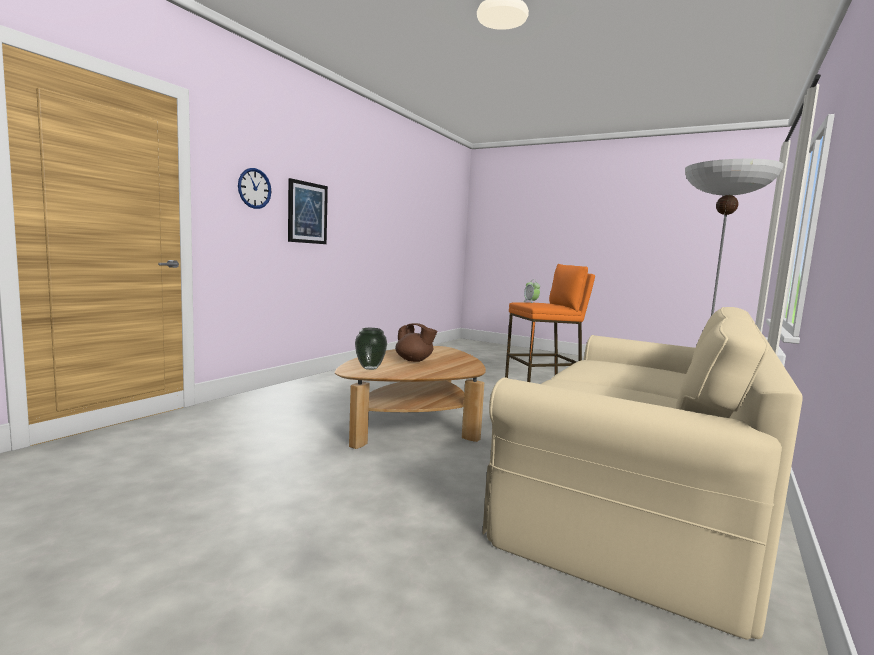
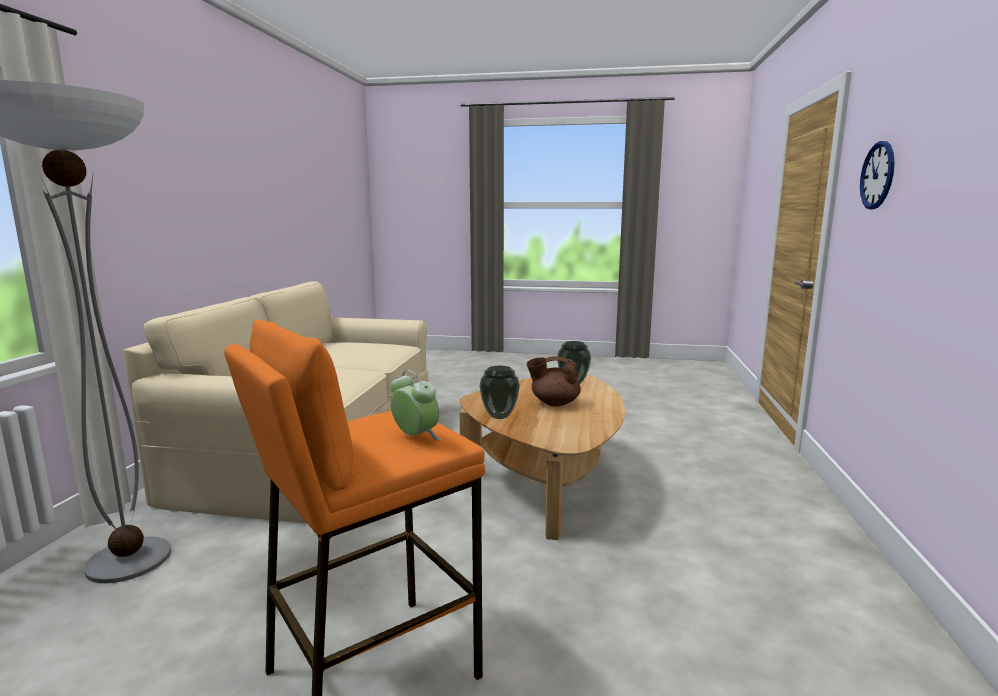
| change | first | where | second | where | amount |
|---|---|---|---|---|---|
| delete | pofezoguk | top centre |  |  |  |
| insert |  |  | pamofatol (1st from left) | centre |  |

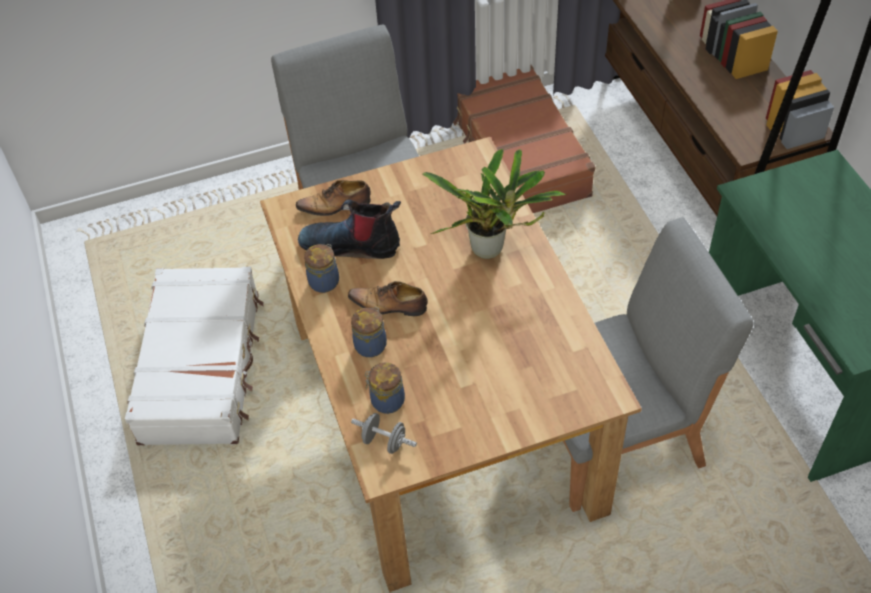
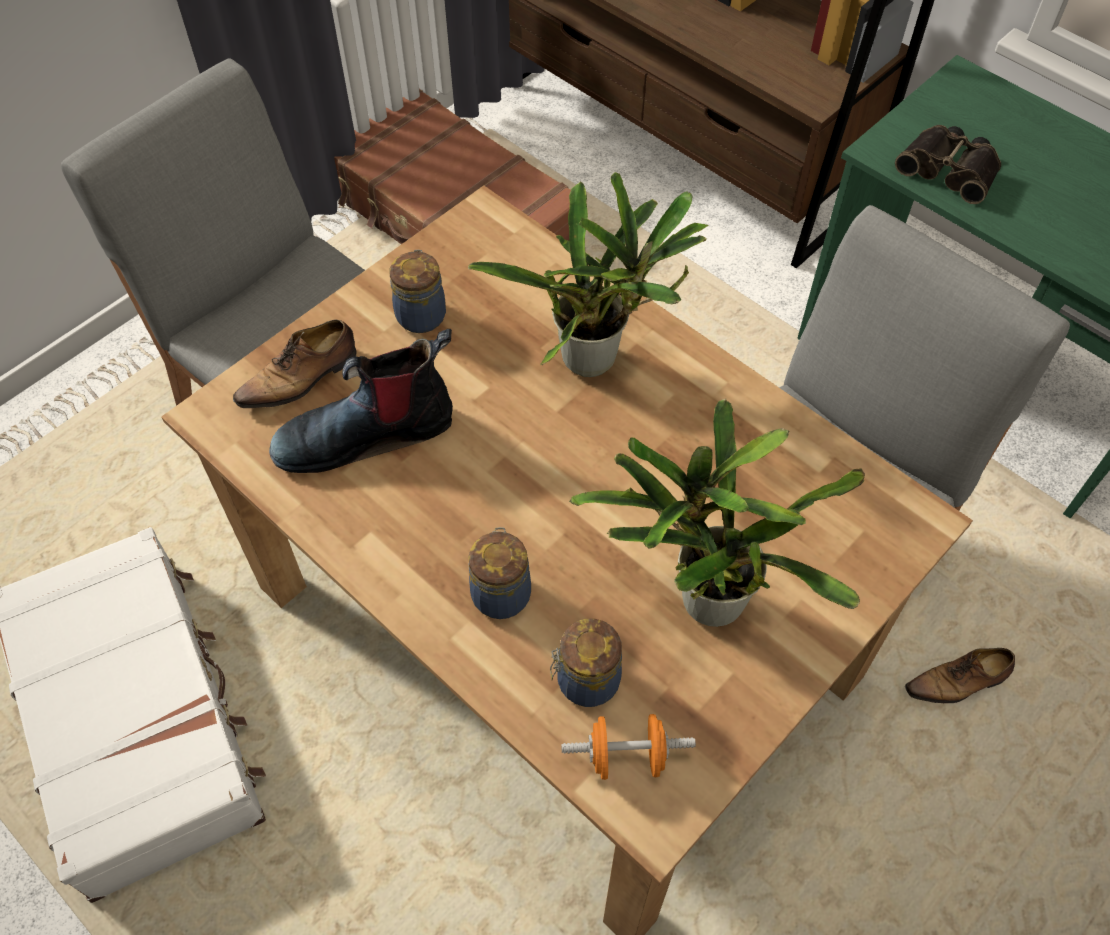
| change | first | where | second | where | amount |
|---|---|---|---|---|---|
| insert |  |  | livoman (2nd from left) | centre |  |
| insert |  |  | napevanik | top right |  |
| move | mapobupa (1st from left) | centre |  | top centre |  |
| move | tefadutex (2nd from left) | centre |  | bottom right |  |
| recolor | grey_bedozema | bottom centre | orange_bedozema | bottom centre |  |

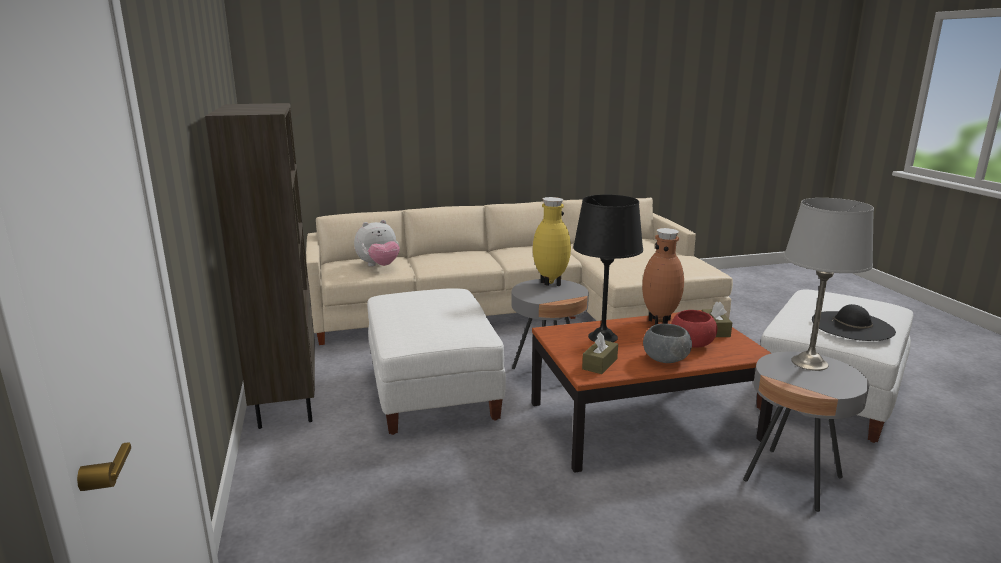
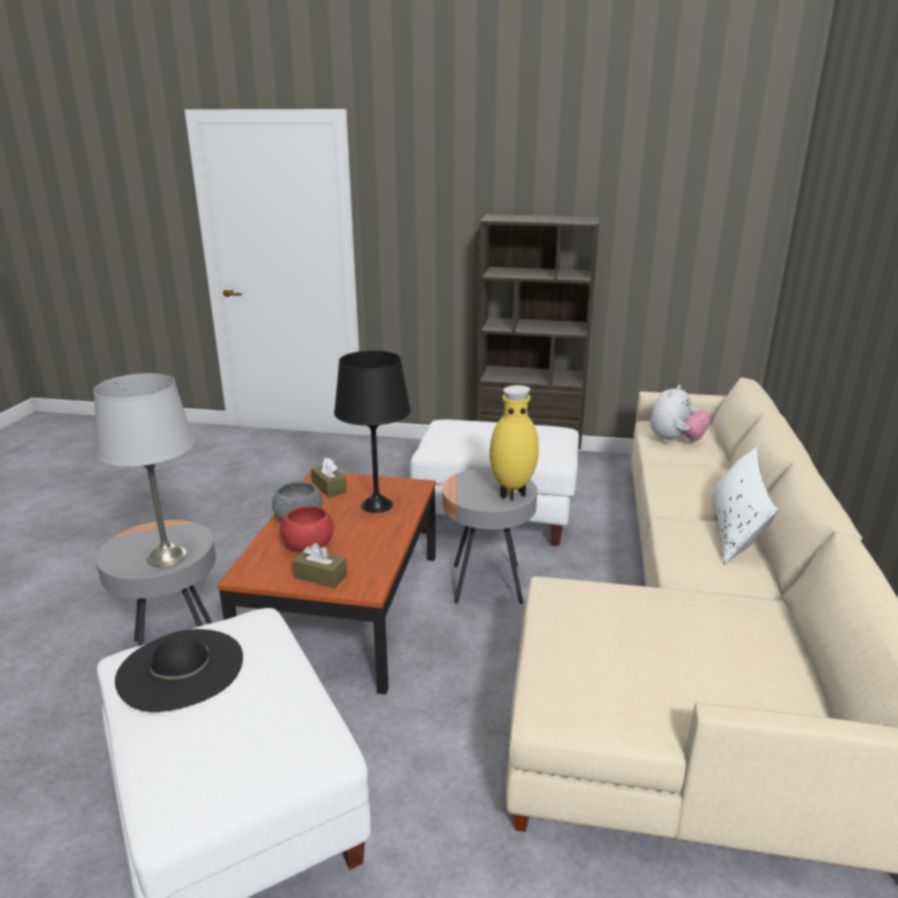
| change | first | where | second | where | amount |
|---|---|---|---|---|---|
| delete | brown_pamofatol | centre |  |  |  |
| insert |  |  | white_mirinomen | middle right |  |
| rotate | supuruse | centre |  | middle right | 135 degrees counterclockwise |

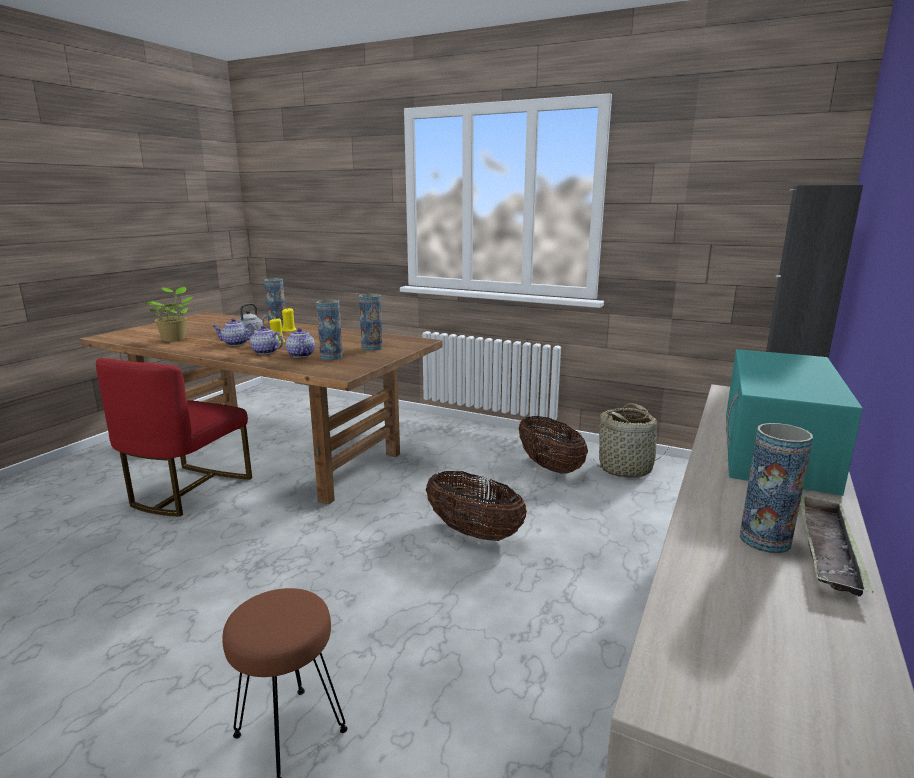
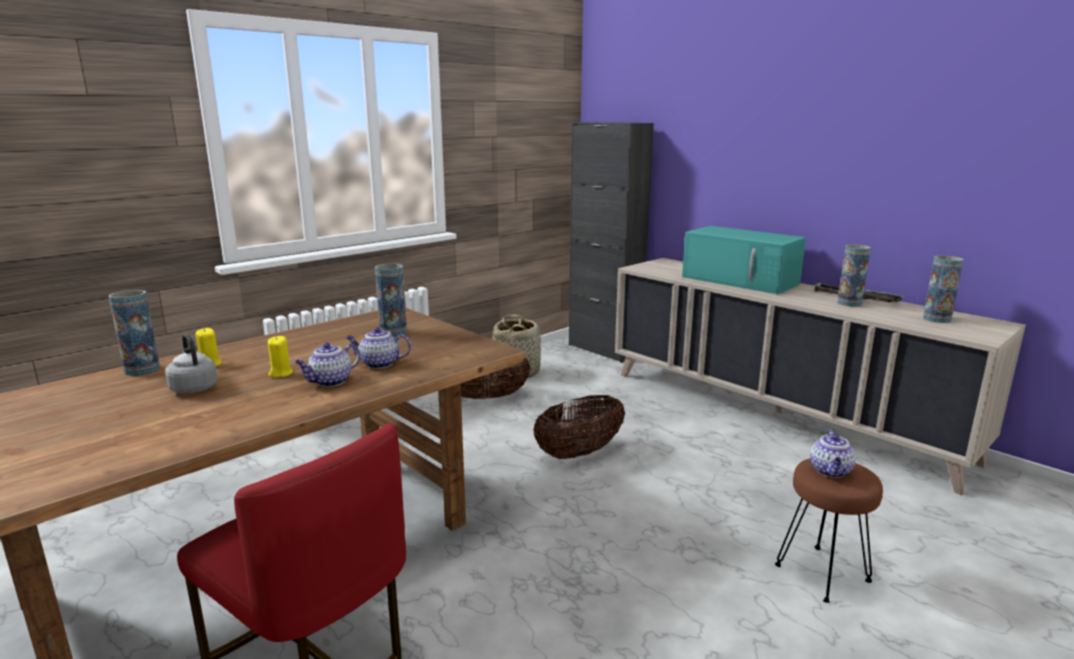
| change | first | where | second | where | amount |
|---|---|---|---|---|---|
| delete | livoman | middle left |  |  |  |
| move | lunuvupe (1st from left in the first image) | middle left | lunuvupe (3rd from left) | bottom right |  |
| move | pamofatol (2nd from left in the first image) | centre | pamofatol (4th from left) | middle right |  |

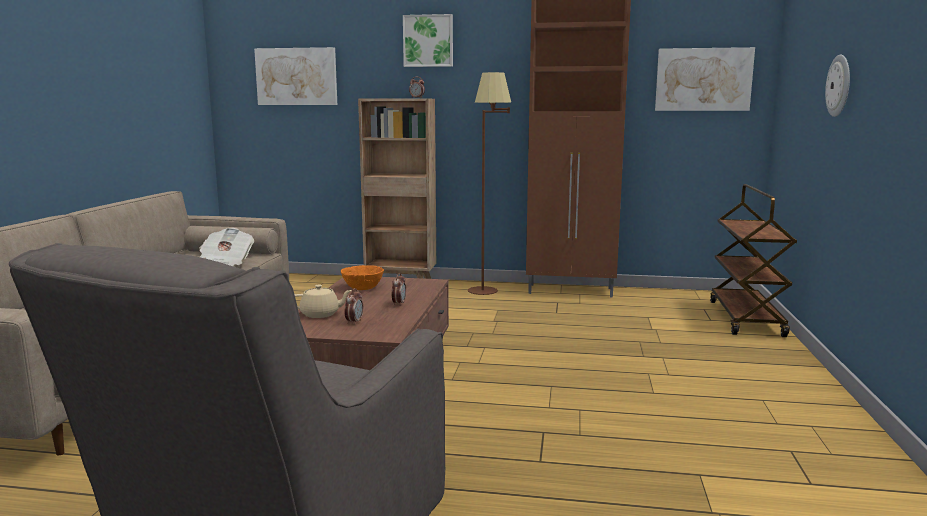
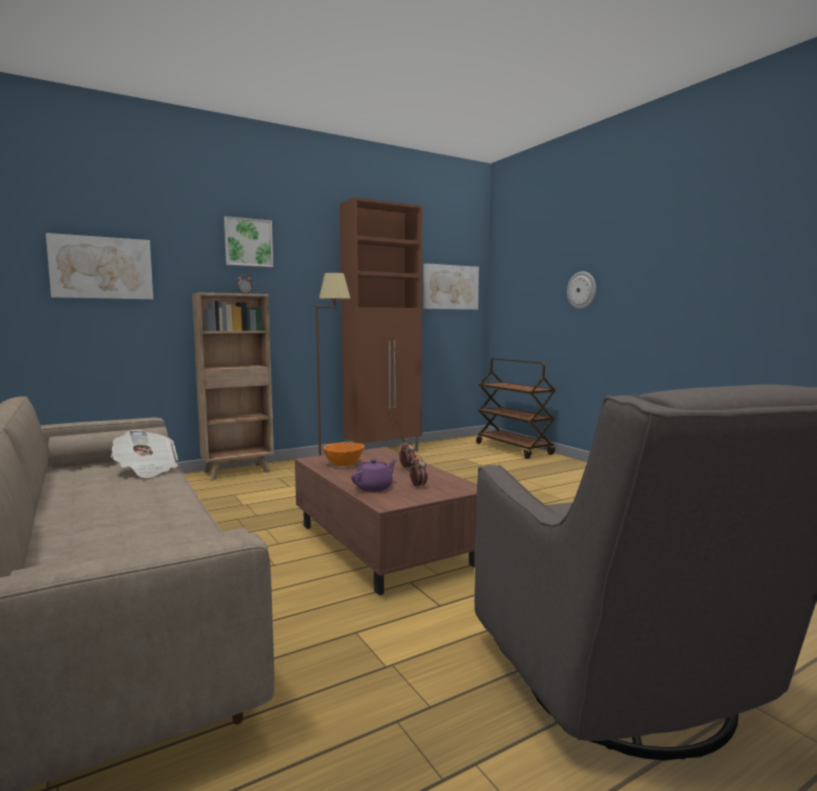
| change | first | where | second | where | amount |
|---|---|---|---|---|---|
| recolor | beige_lunuvupe | centre | purple_lunuvupe | centre |  |

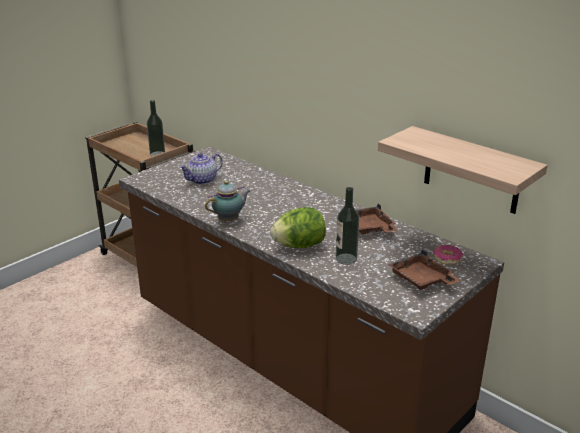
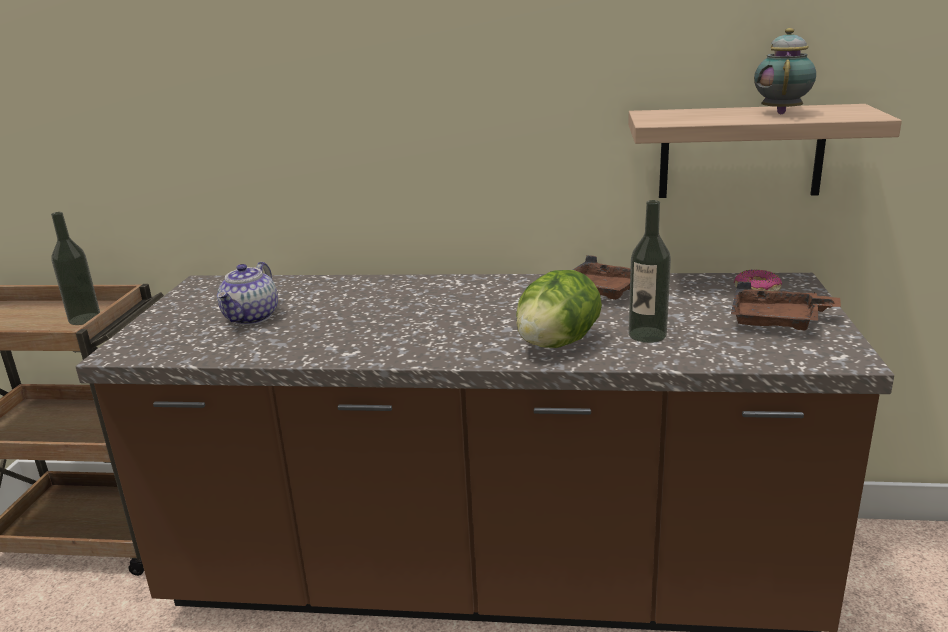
| change | first | where | second | where | amount |
|---|---|---|---|---|---|
| move | lunuvupe (2nd from left) | centre |  | top right |  |

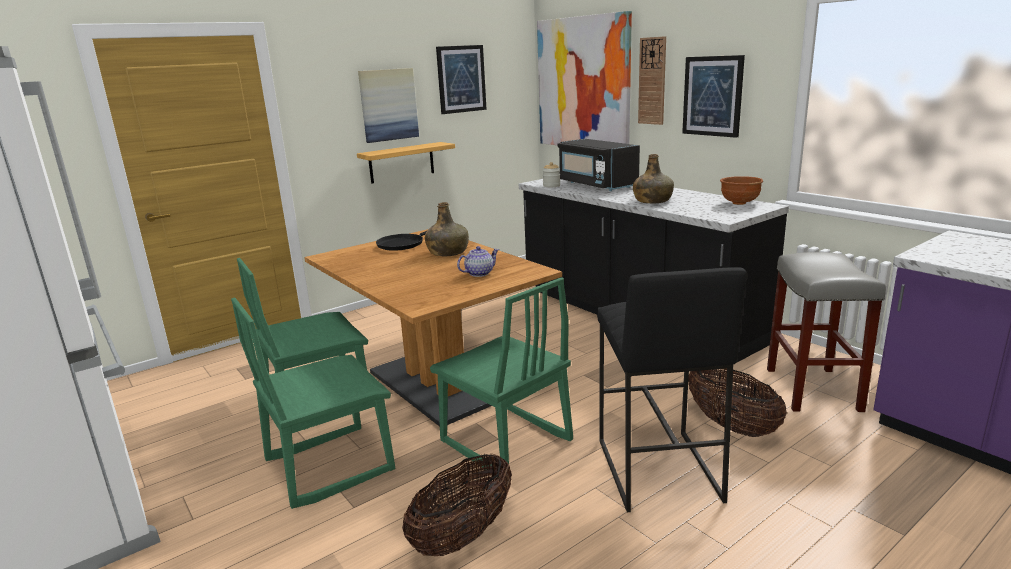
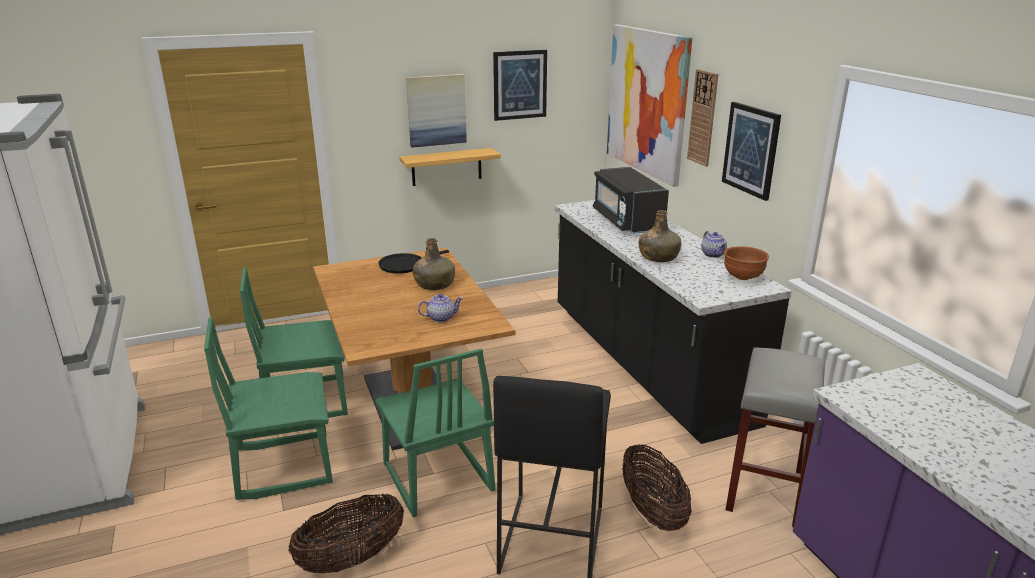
| change | first | where | second | where | amount |
|---|---|---|---|---|---|
| delete | mapobupa | top centre |  |  |  |
| insert |  |  | lunuvupe (2nd from left) | middle right |  |

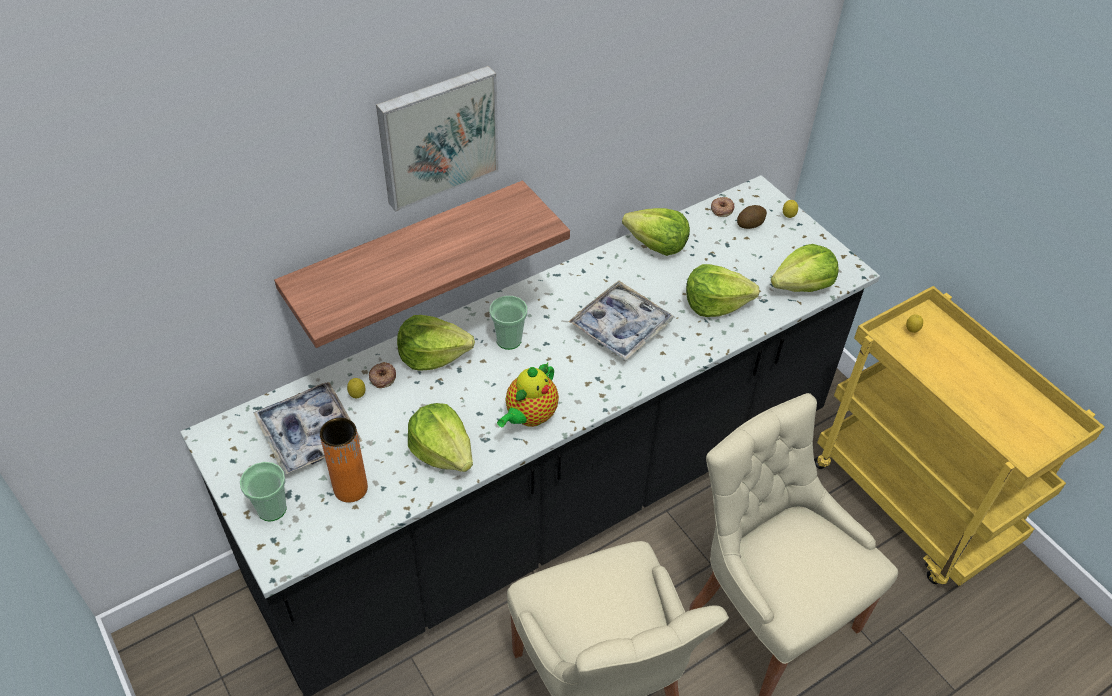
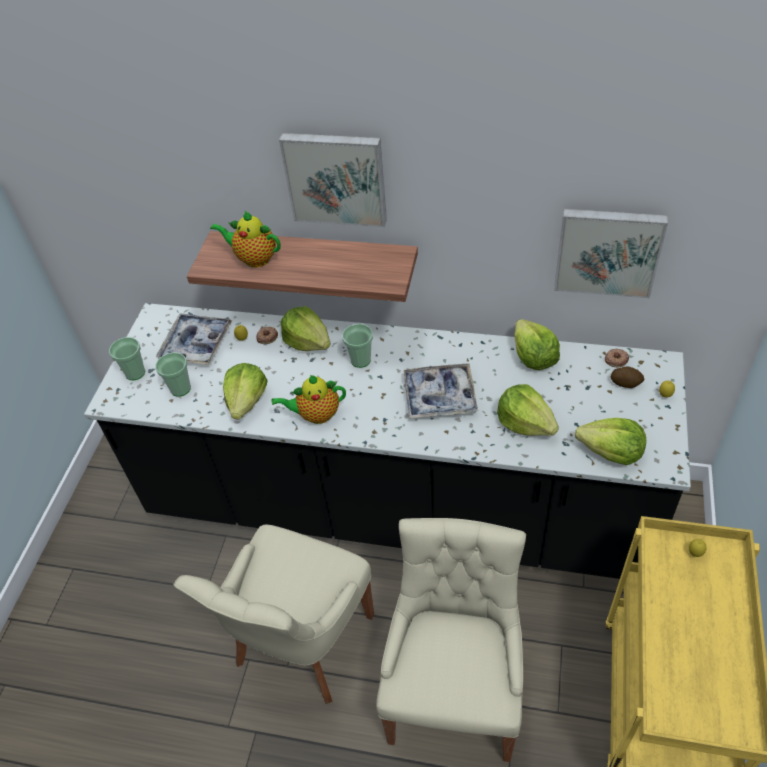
| change | first | where | second | where | amount |
|---|---|---|---|---|---|
| insert |  |  | lunuvupe (1st from left) | top left |  |
| insert |  |  | pofezoguk (2nd from left) | top right |  |
| replace | orange_pamofatol | middle left | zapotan (2nd from left) | middle left |  |

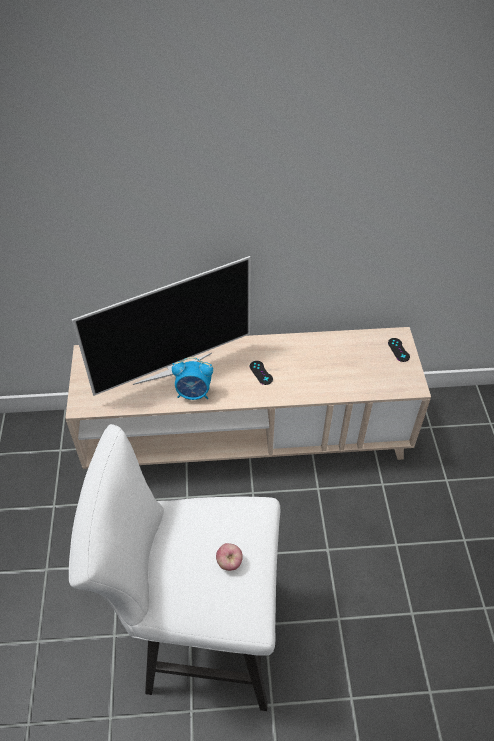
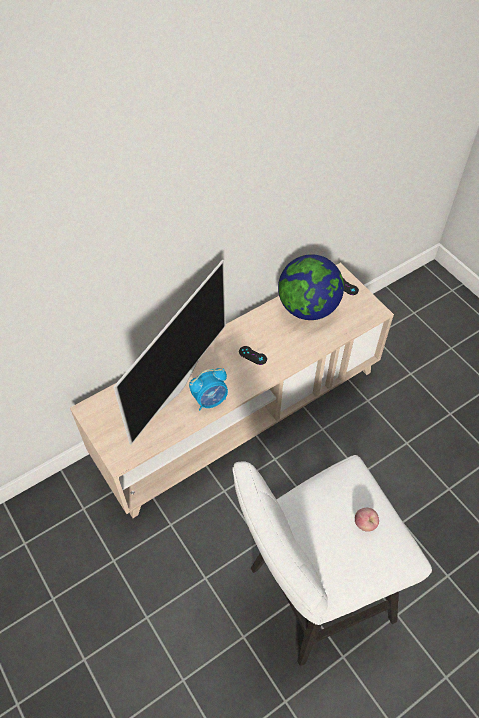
| change | first | where | second | where | amount |
|---|---|---|---|---|---|
| insert |  |  | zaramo | centre |  |

